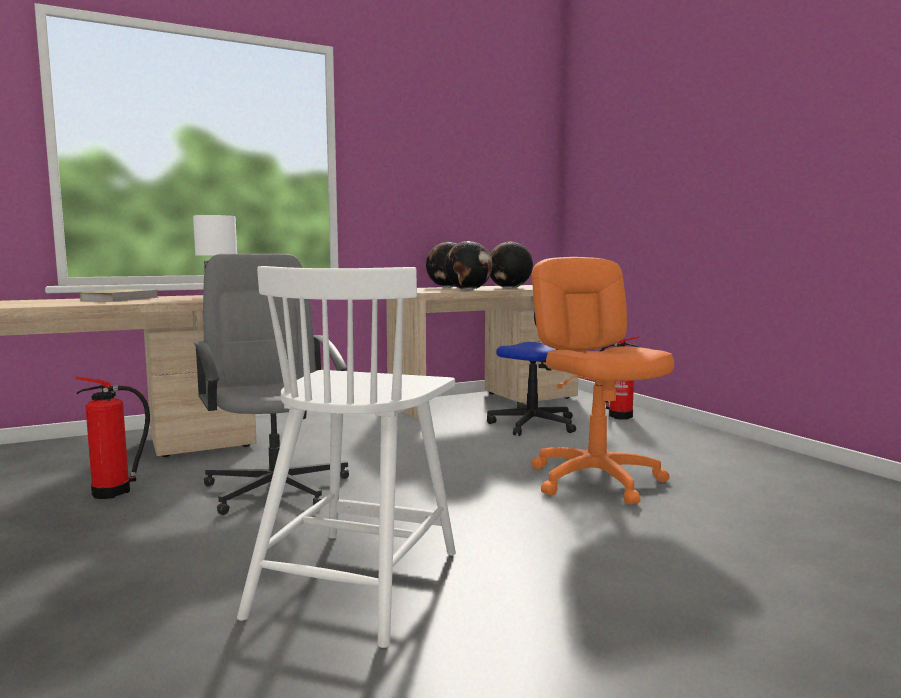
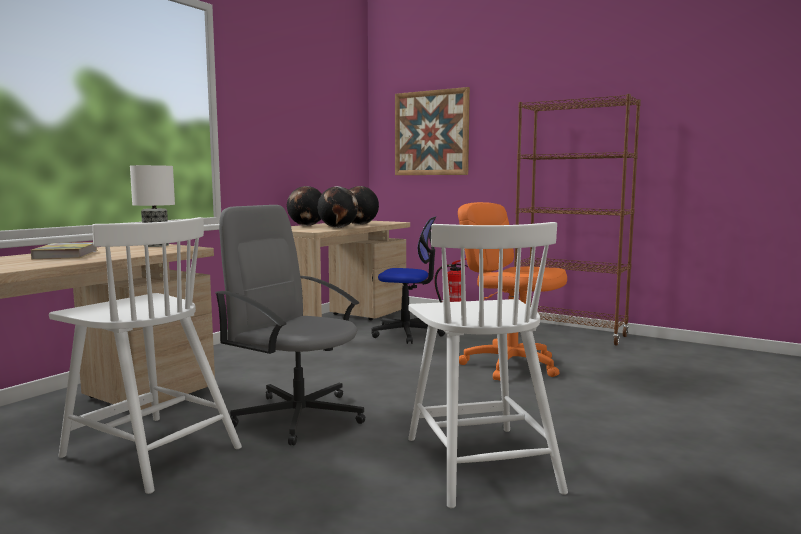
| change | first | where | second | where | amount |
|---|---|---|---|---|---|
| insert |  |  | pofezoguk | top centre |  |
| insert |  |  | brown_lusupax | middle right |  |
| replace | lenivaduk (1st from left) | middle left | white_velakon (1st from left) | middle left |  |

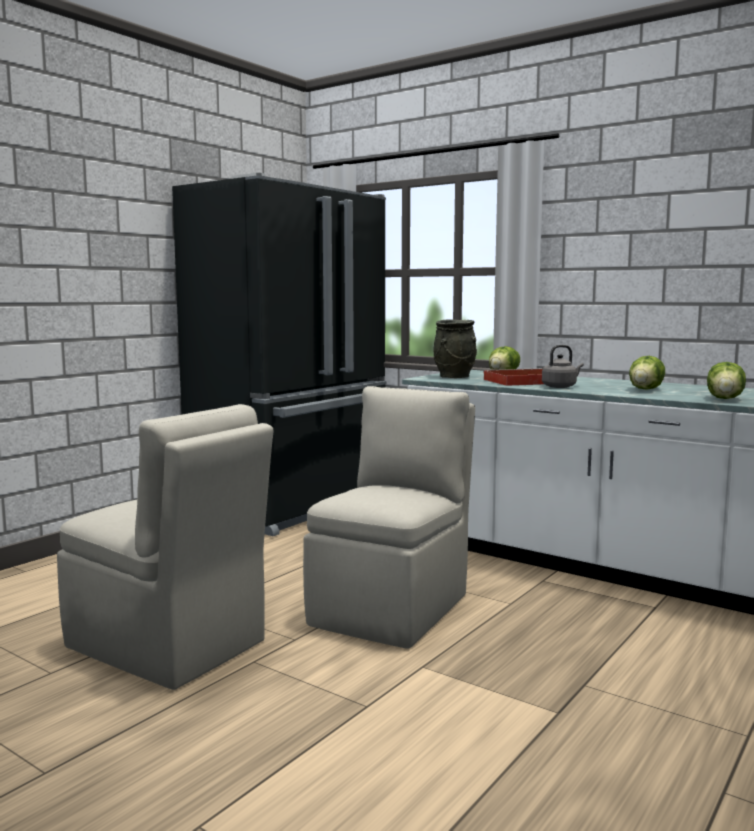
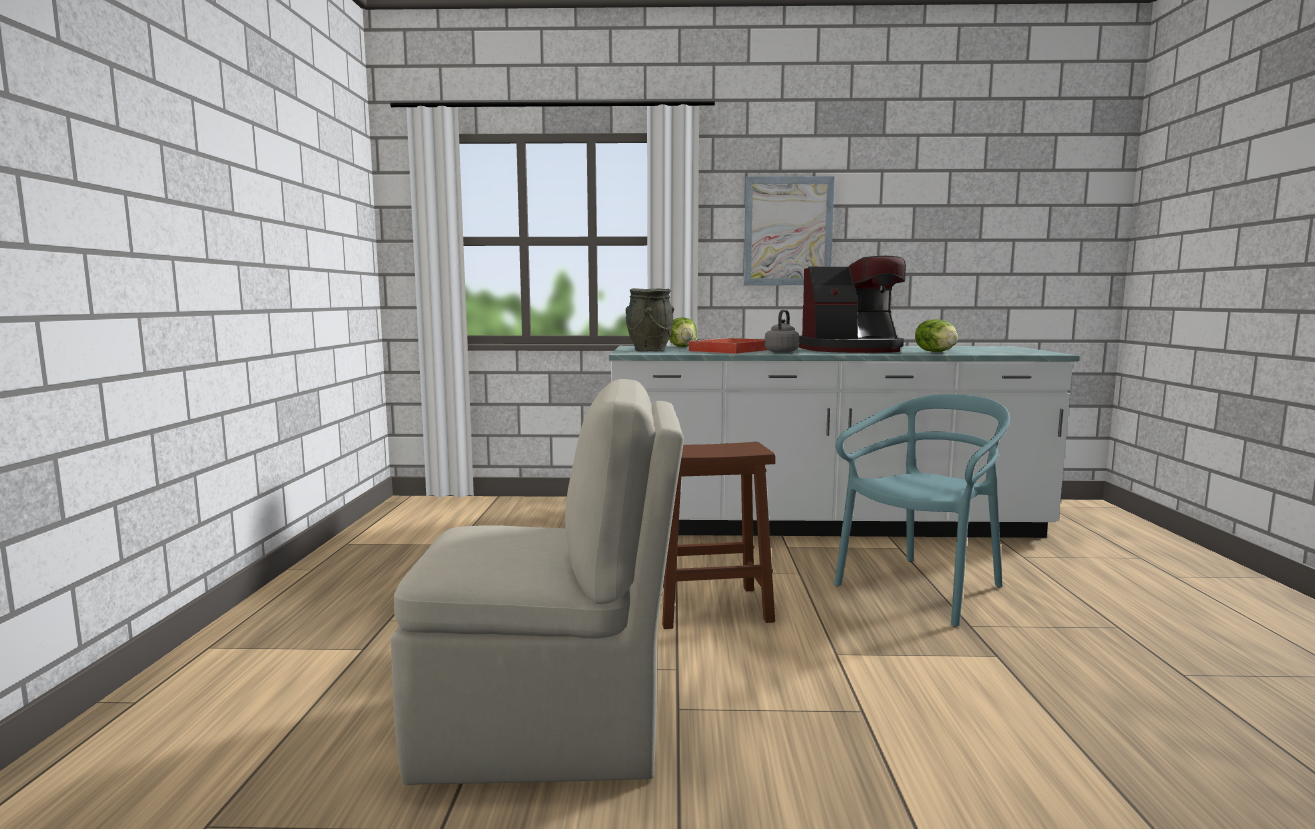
| change | first | where | second | where | amount |
|---|---|---|---|---|---|
| delete | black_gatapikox | centre |  |  |  |
| insert |  |  | pofezoguk | top centre |  |
| insert |  |  | turquoise_velakon | middle right |  |
| replace | beige_velakon (2nd from left) | centre | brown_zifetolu | centre |  |
| replace | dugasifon (2nd from left) | middle right | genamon | centre |  |

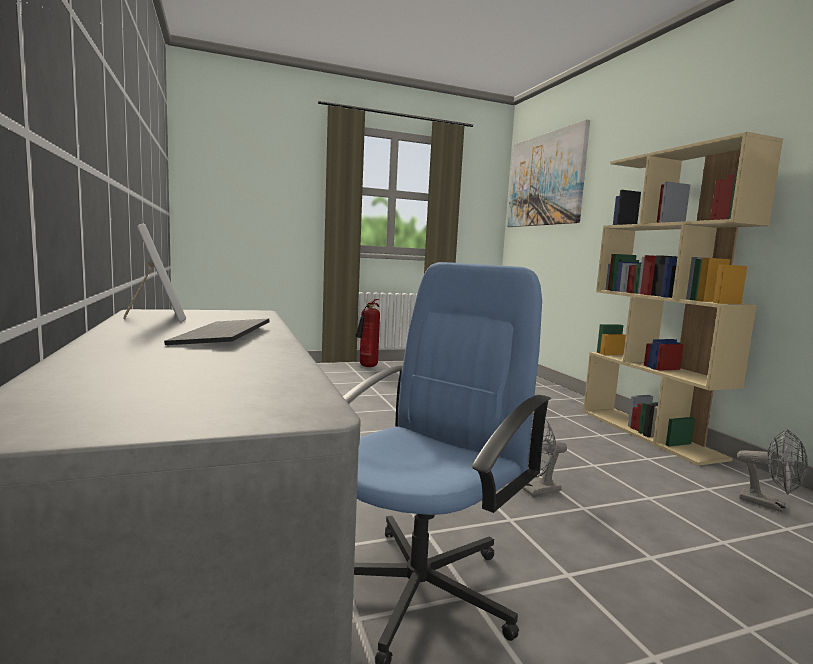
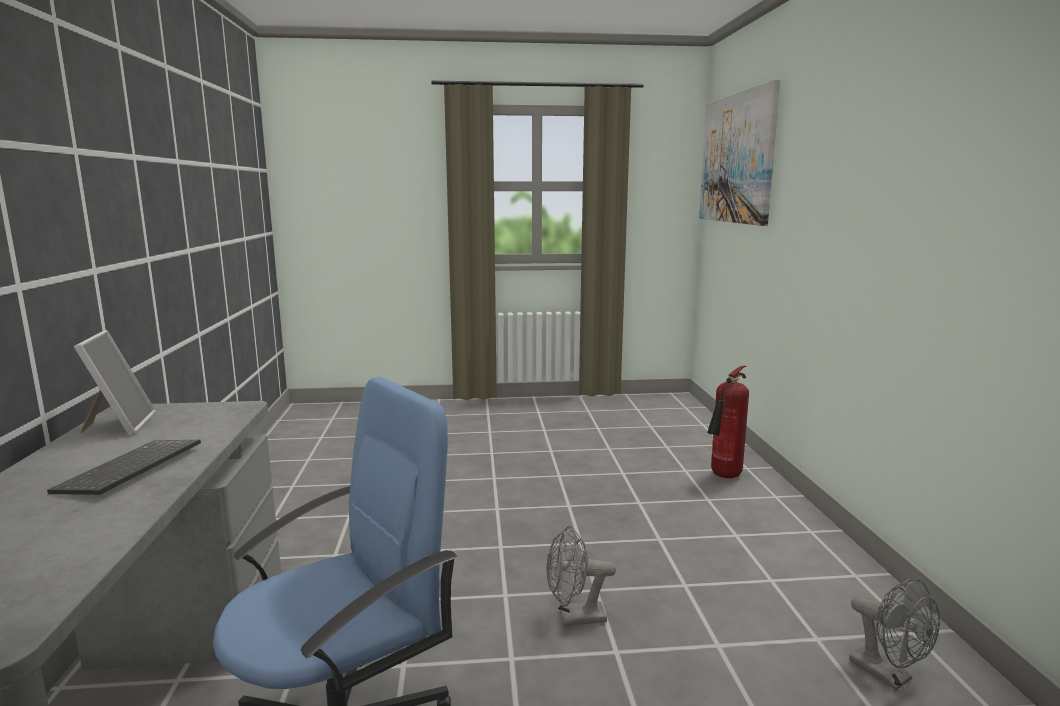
| change | first | where | second | where | amount |
|---|---|---|---|---|---|
| delete | beige_lusupax | middle right |  |  |  |
| move | lenivaduk | centre |  | middle right |  |

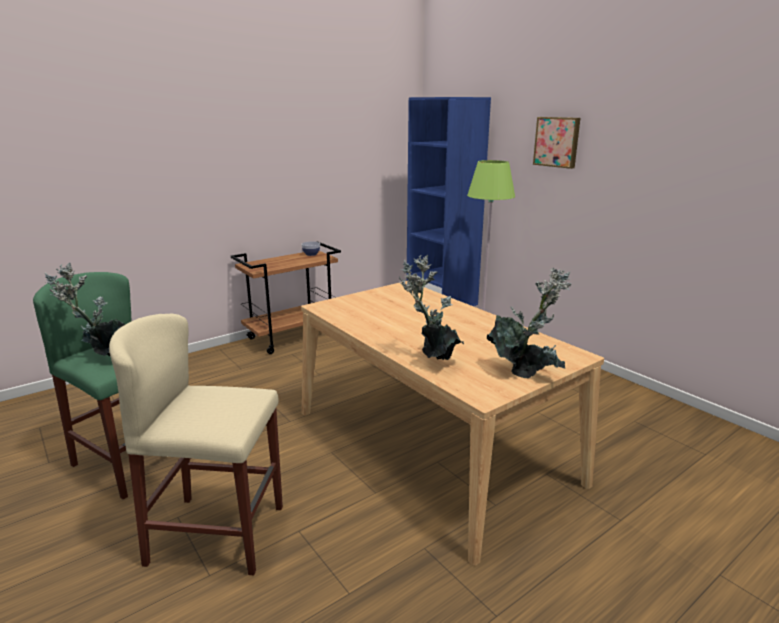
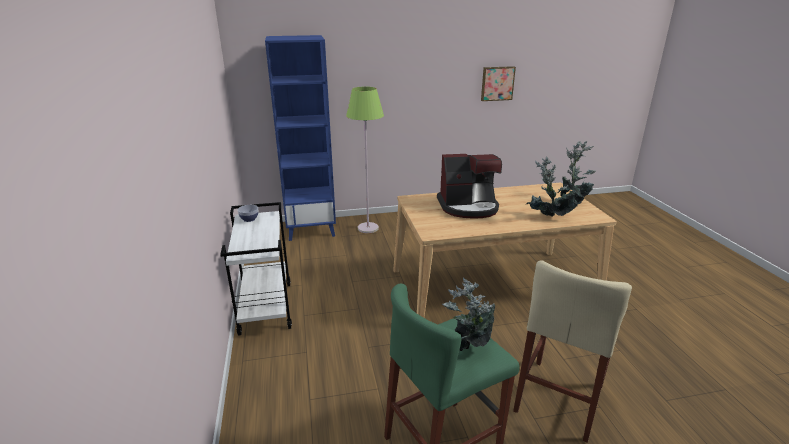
| change | first | where | second | where | amount |
|---|---|---|---|---|---|
| insert |  |  | genamon | centre |  |
| move | pofezoguk | top right |  | top centre |  |
| recolor | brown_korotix | centre | white_korotix | middle left |  |

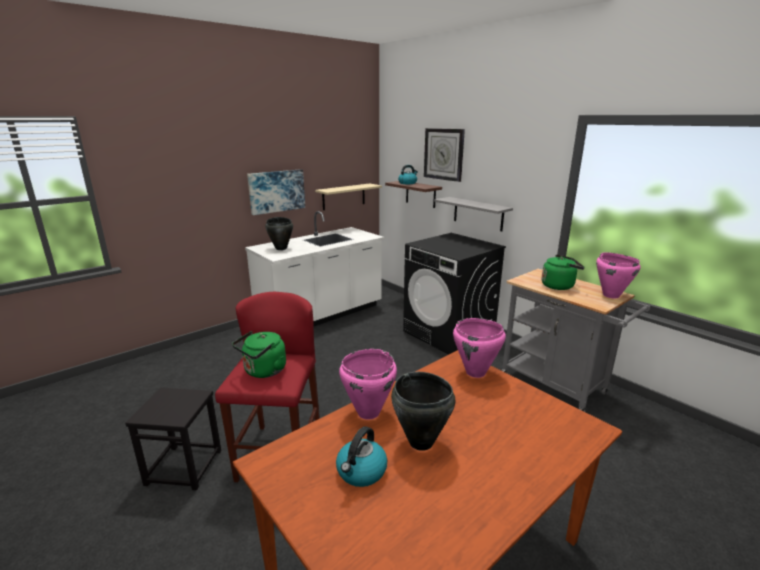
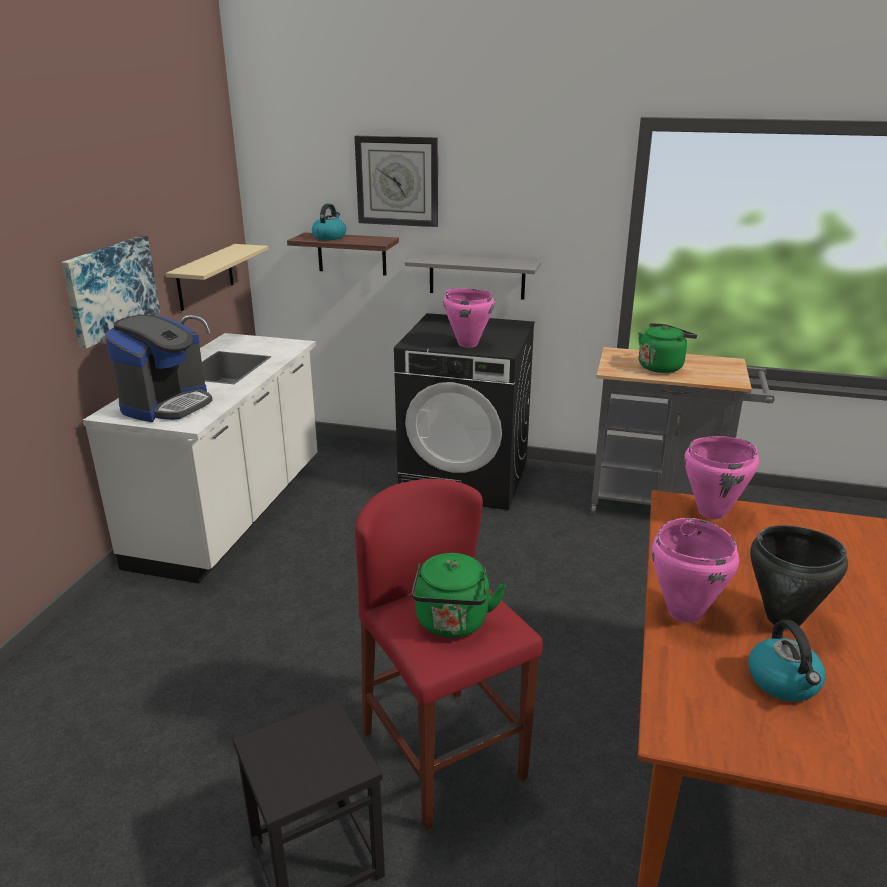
| change | first | where | second | where | amount |
|---|---|---|---|---|---|
| move | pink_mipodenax (3rd from left in the first image) | middle right | pink_mipodenax (1st from left) | centre |  |
| replace | black_mipodenax (1st from left) | centre | genamon | middle left |  |

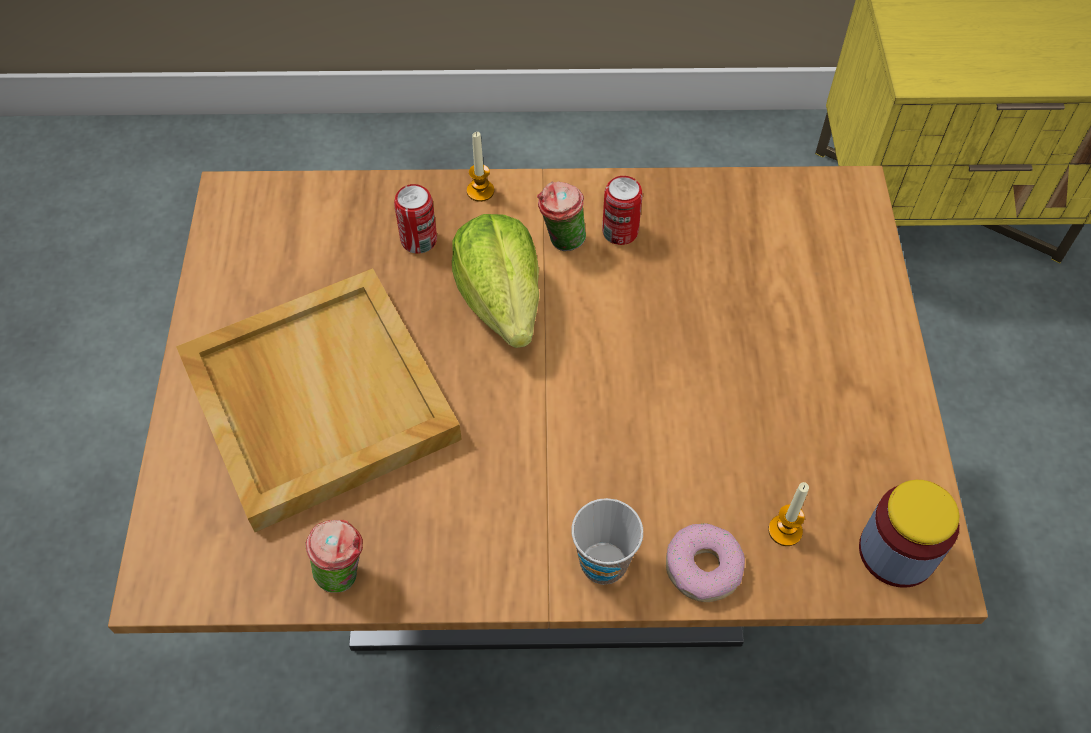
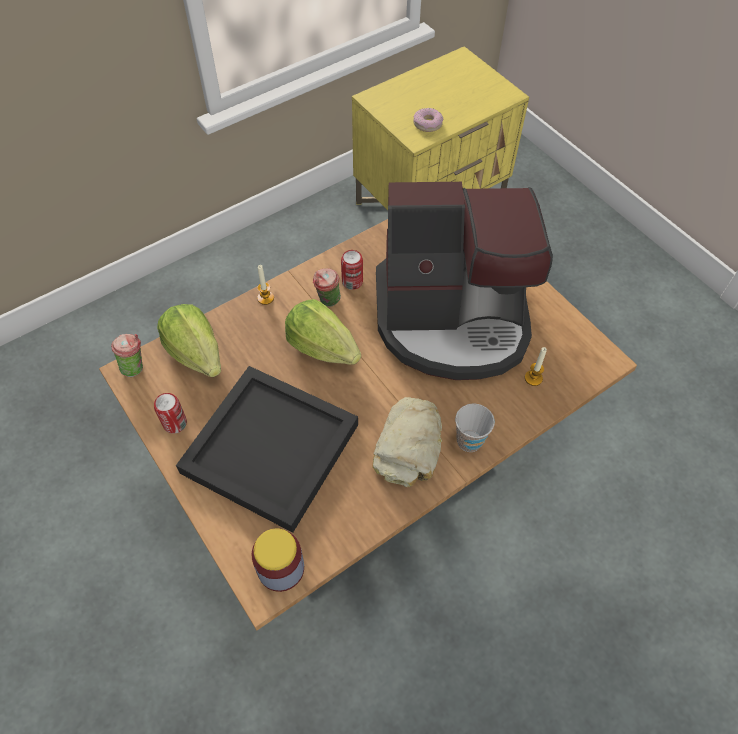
| change | first | where | second | where | amount |
|---|---|---|---|---|---|
| insert |  |  | dugasifon (1st from left) | middle left |  |
| insert |  |  | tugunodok | centre |  |
| insert |  |  | genamon | centre |  |
| move | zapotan (1st from left) | bottom left |  | middle left |  |
| move | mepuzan (1st from left) | top centre |  | middle left |  |
| move | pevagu | bottom centre |  | top centre |  |
| move | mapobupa | bottom right |  | bottom centre |  |
| recolor | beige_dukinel | middle left | black_dukinel | centre |  |

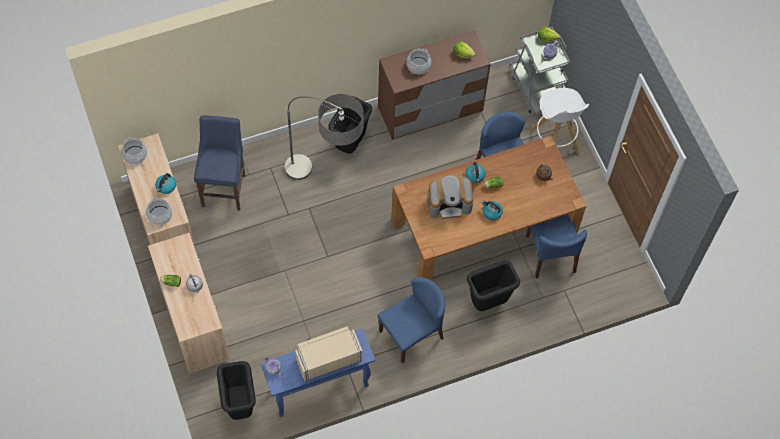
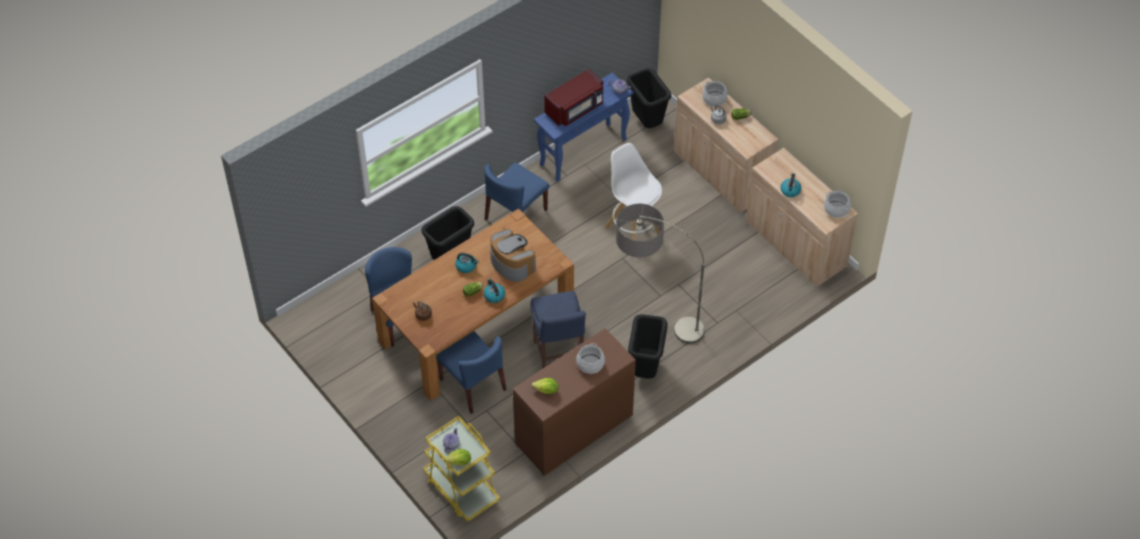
| change | first | where | second | where | amount |
|---|---|---|---|---|---|
| move | mipodenax (2nd from left) | middle left |  | top centre |  |
| move | blue_zifetolu | middle left |  | centre |  |
| move | white_zifetolu | top right |  | centre |  |
| recolor | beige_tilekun | bottom centre | red_tilekun | top centre |  |
| recolor | grey_korotix | top right | yellow_korotix | bottom centre |  |
| rotate | genamon | centre |  | centre | 75 degrees clockwise |

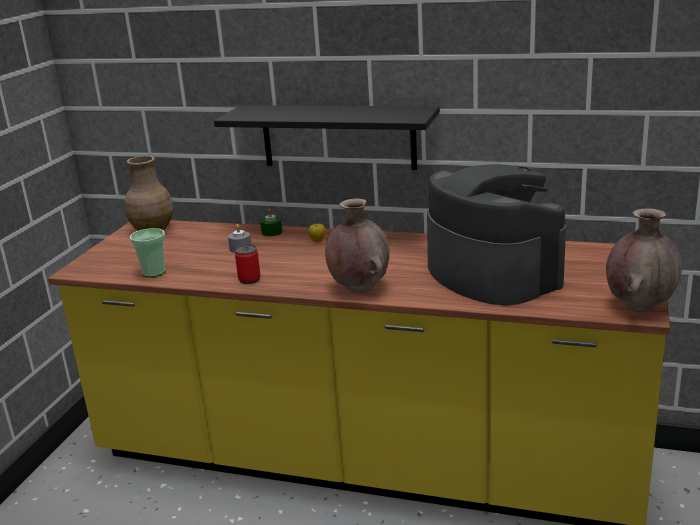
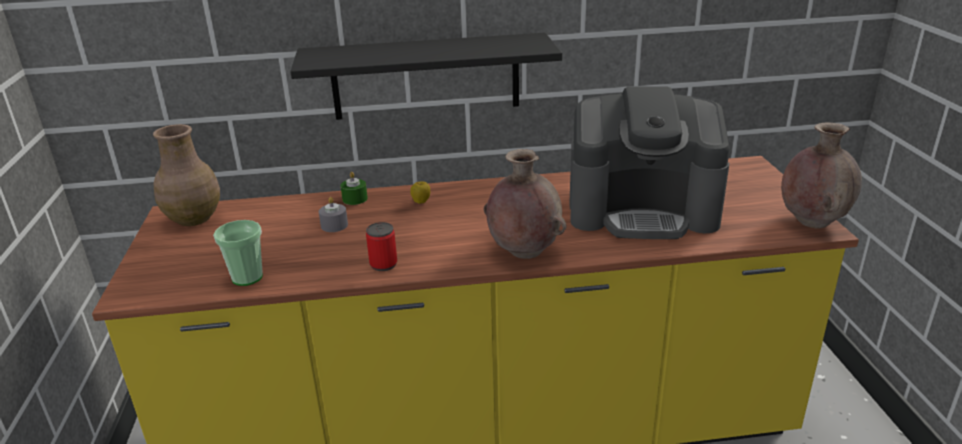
| change | first | where | second | where | amount |
|---|---|---|---|---|---|
| rotate | genamon | middle right |  | middle right | 150 degrees clockwise |

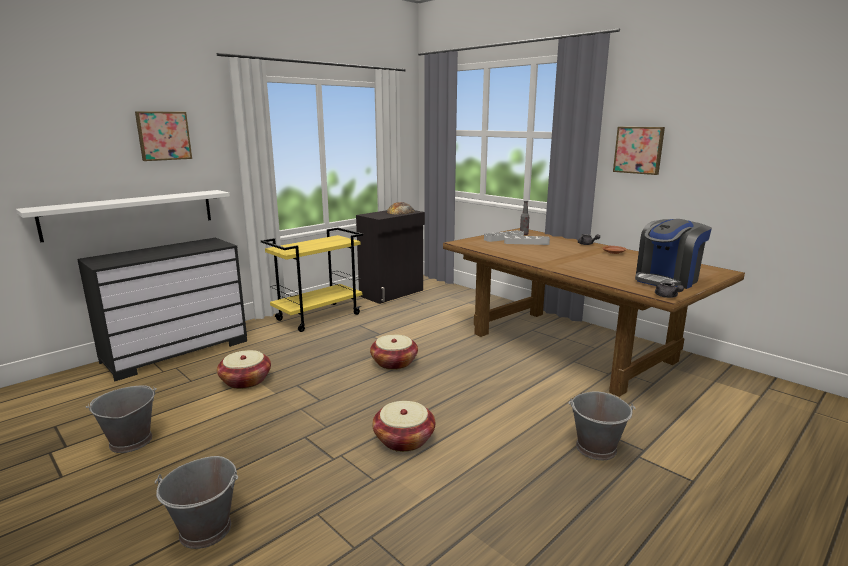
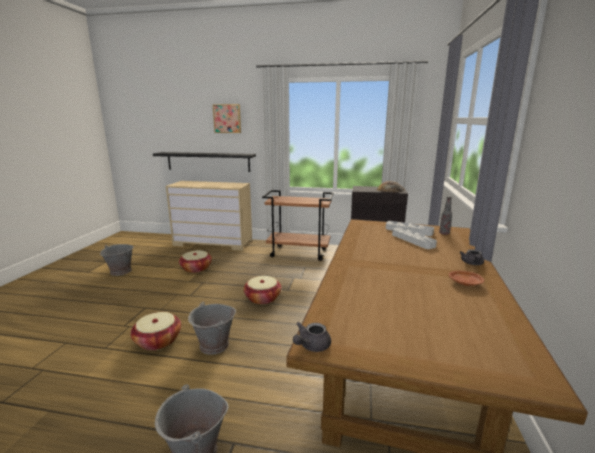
| change | first | where | second | where | amount |
|---|---|---|---|---|---|
| delete | pofezoguk (2nd from left) | top right |  |  |  |
| delete | genamon | middle right |  |  |  |
| move | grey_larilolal (2nd from left in the first image) | bottom left | grey_larilolal (3rd from left) | bottom centre |  |
| recolor | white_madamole | middle left | black_madamole | centre |  |
| recolor | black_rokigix | middle left | beige_rokigix | centre |  |
| recolor | yellow_korotix | centre | brown_korotix | centre |  |

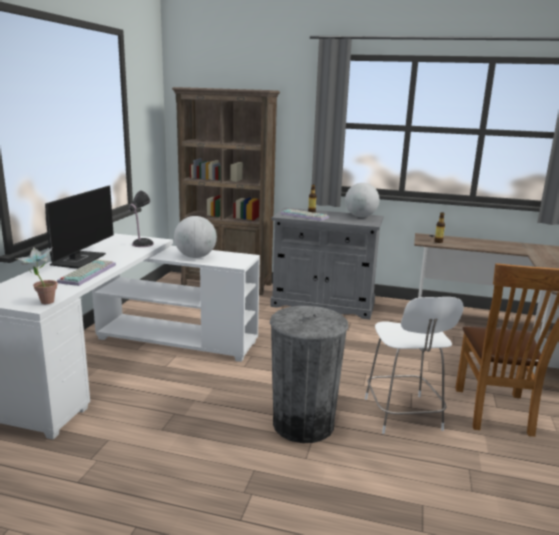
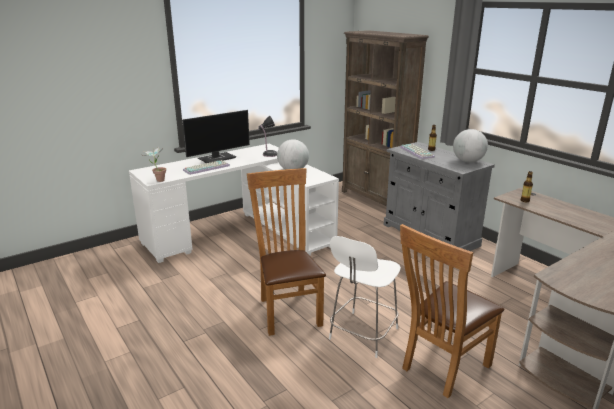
| change | first | where | second | where | amount |
|---|---|---|---|---|---|
| replace | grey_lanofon | bottom centre | brown_velakon (1st from left) | centre |  |

